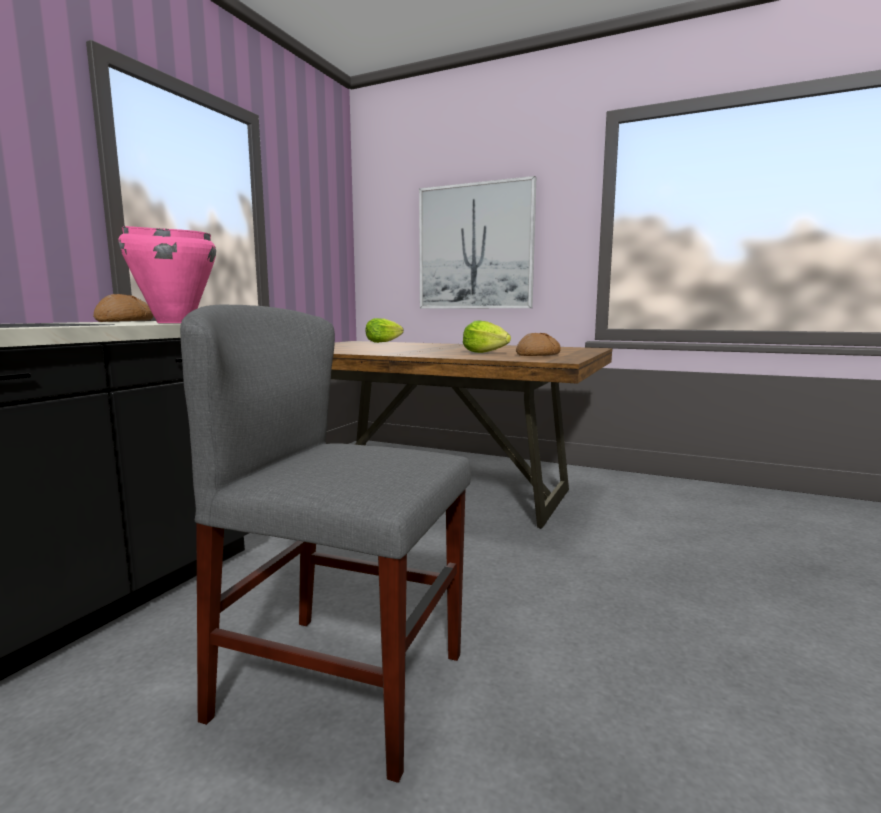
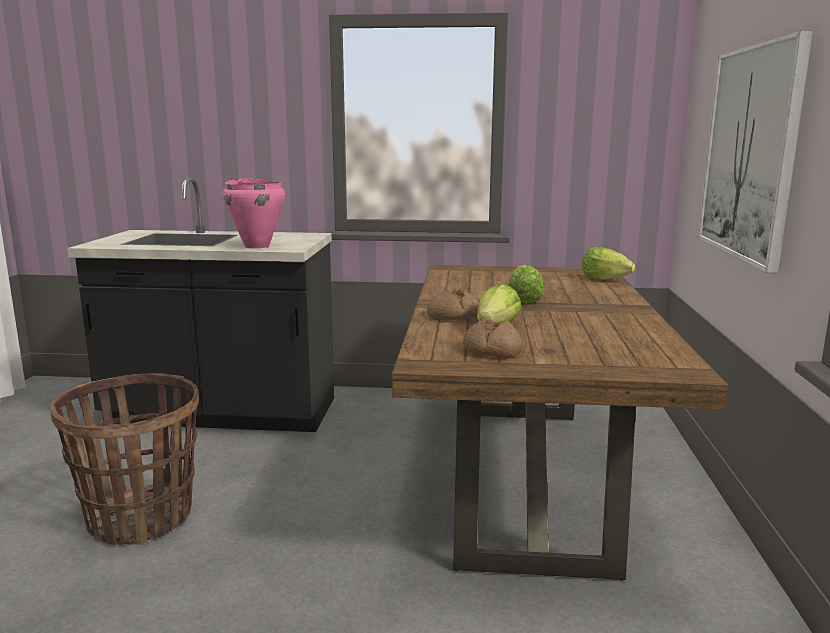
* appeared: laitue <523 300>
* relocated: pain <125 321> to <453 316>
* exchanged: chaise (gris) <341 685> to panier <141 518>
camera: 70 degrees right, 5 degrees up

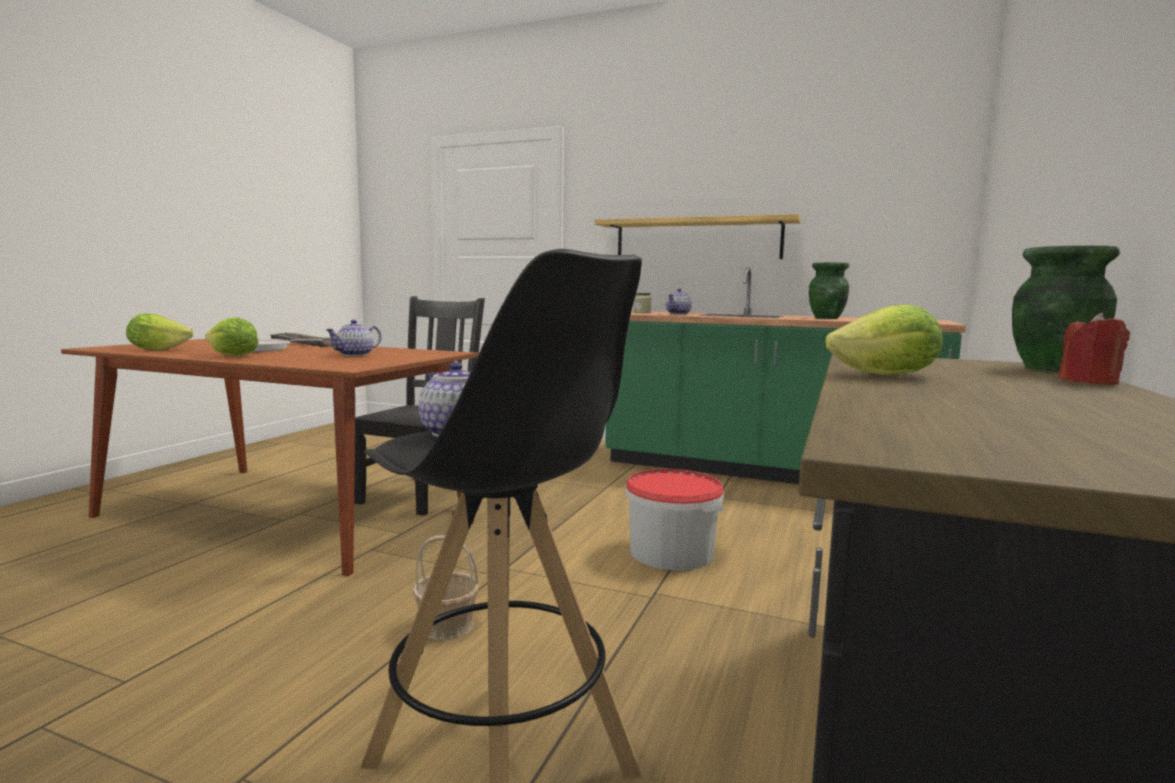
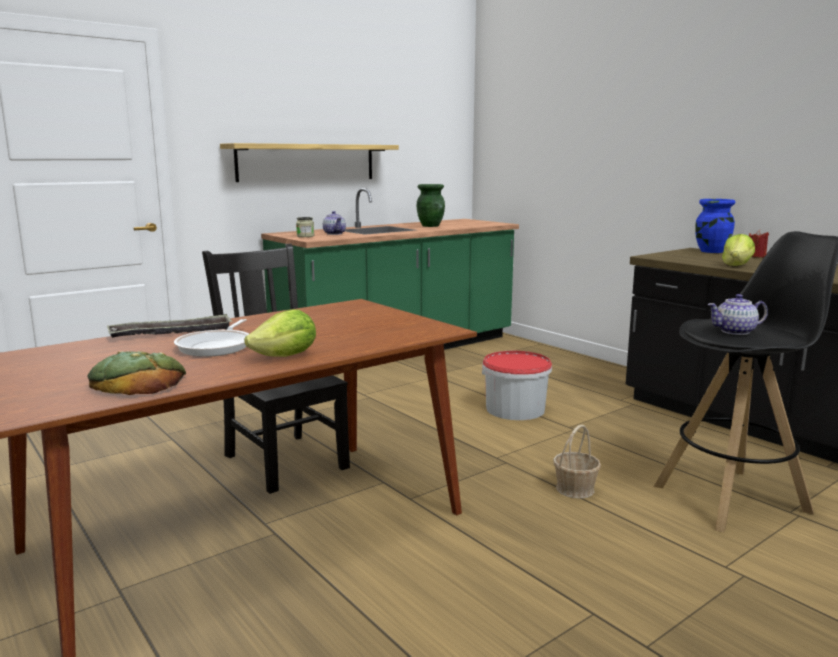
* missing: théière <355 354>
* exchanged: laitue <158 350> to pain <138 383>
* colour: vase (vert) <1052 369> to vase (bleu) <711 251>
camera: 60 degrees left, 5 degrees up

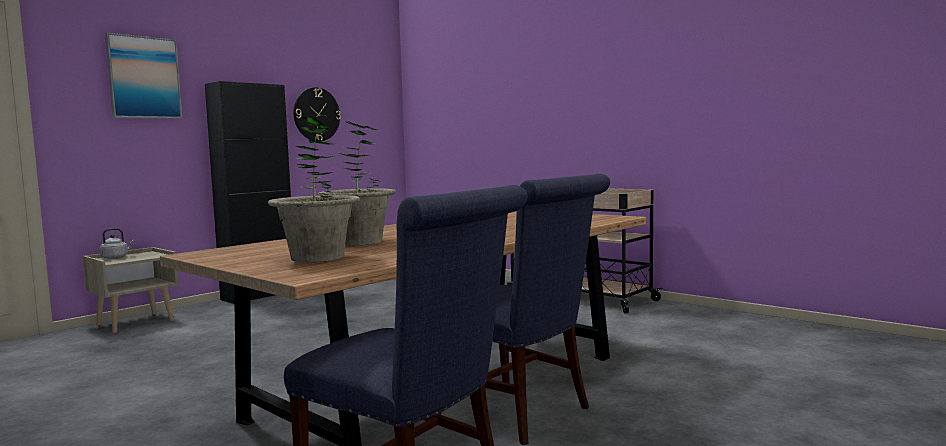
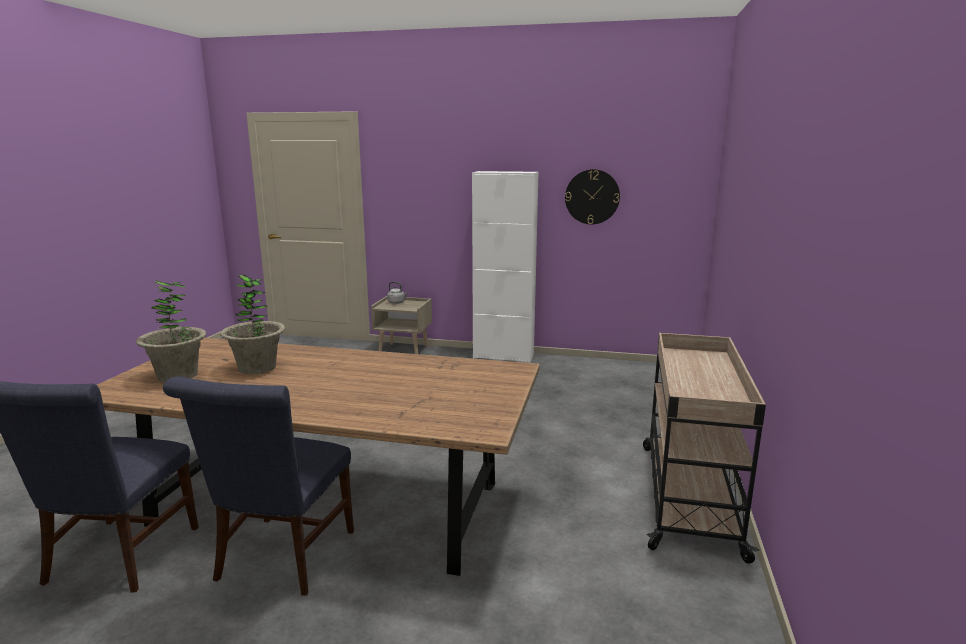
* missing: tableau <144 77>
* colour: meuble de rangement (noir) <259 295> to meuble de rangement (blanc) <503 356>
camera: 60 degrees right, 10 degrees up

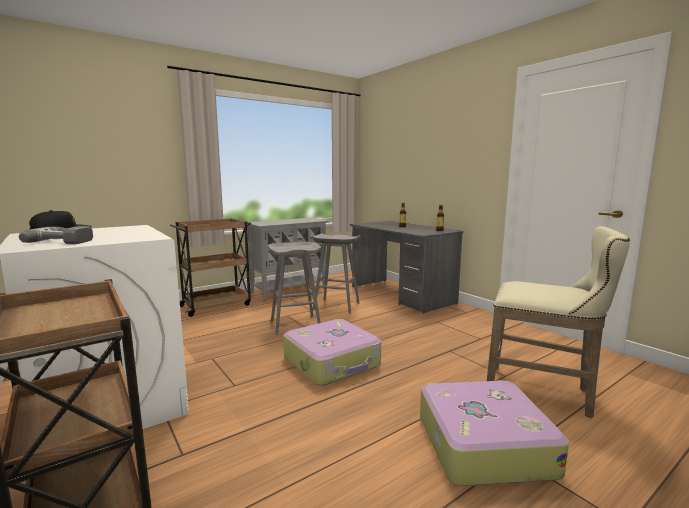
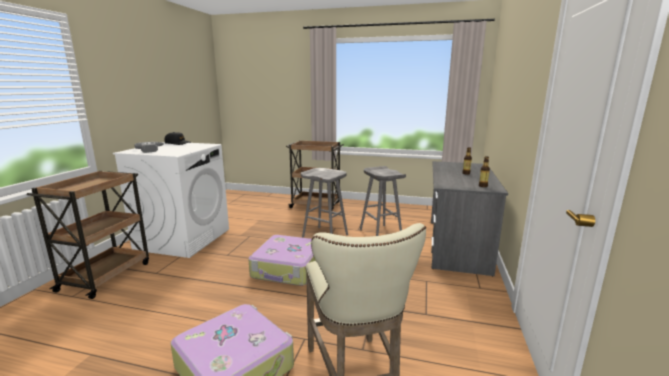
* missing: meuble de rangement (gris) <289 291>
camera: 50 degrees right, 5 degrees up

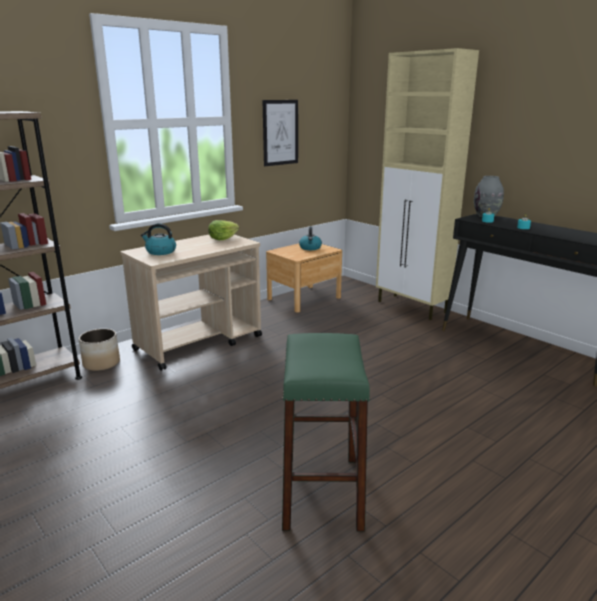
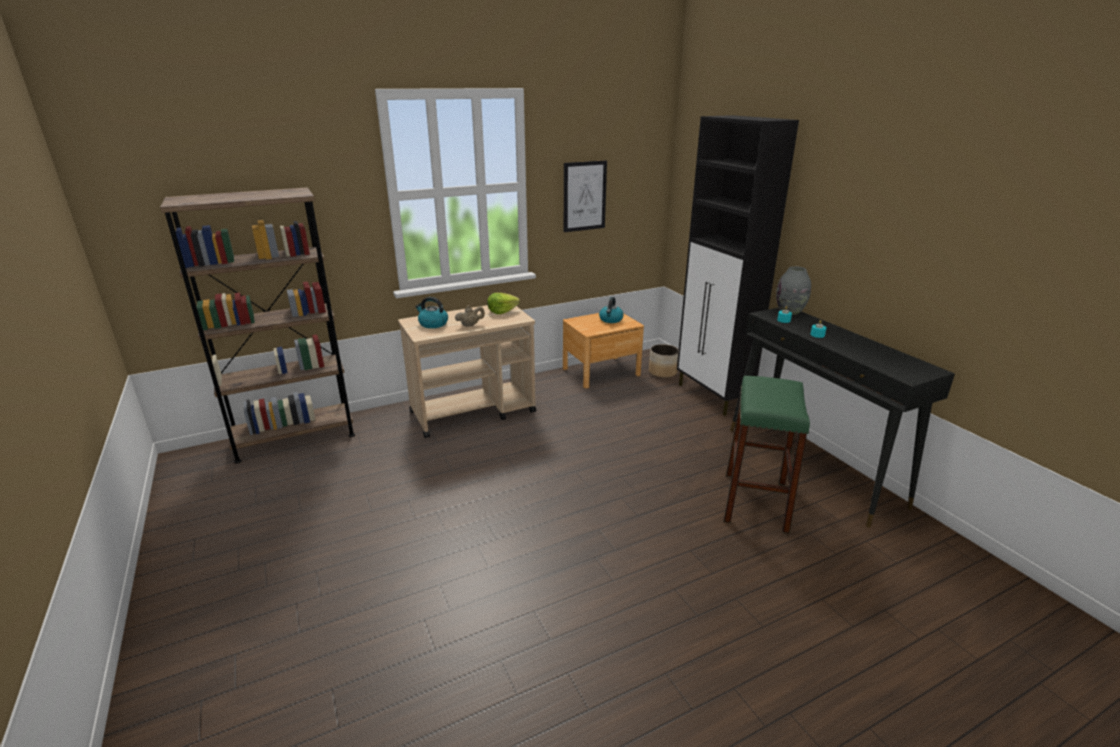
* appeared: théière (beige) <470 325>
* relocated: cache-pot <102 363> to <663 372>
* relocated: tabouret (vert) <321 491> to <755 501>
* colour: meuble de rangement (beige) <412 307> to meuble de rangement (noir) <713 397>
camera: 15 degrees right, 5 degrees up

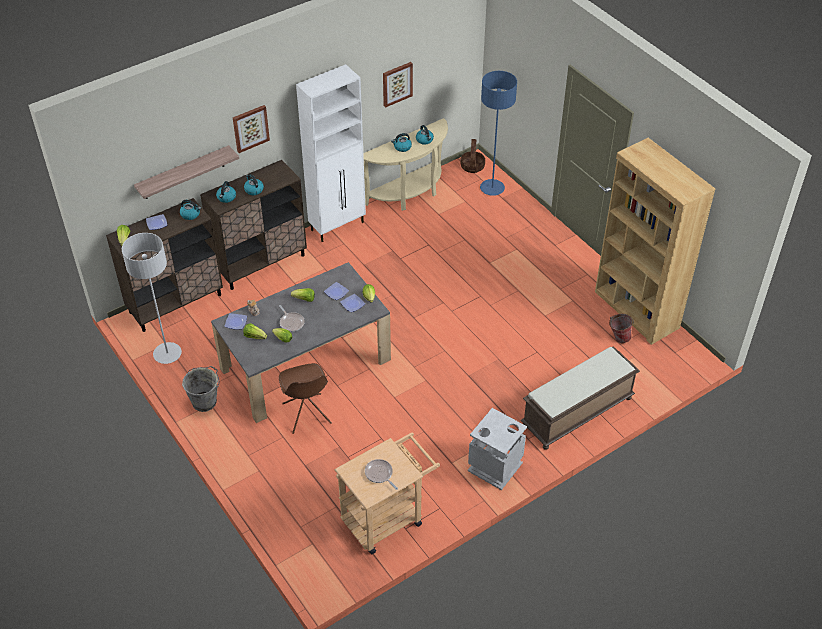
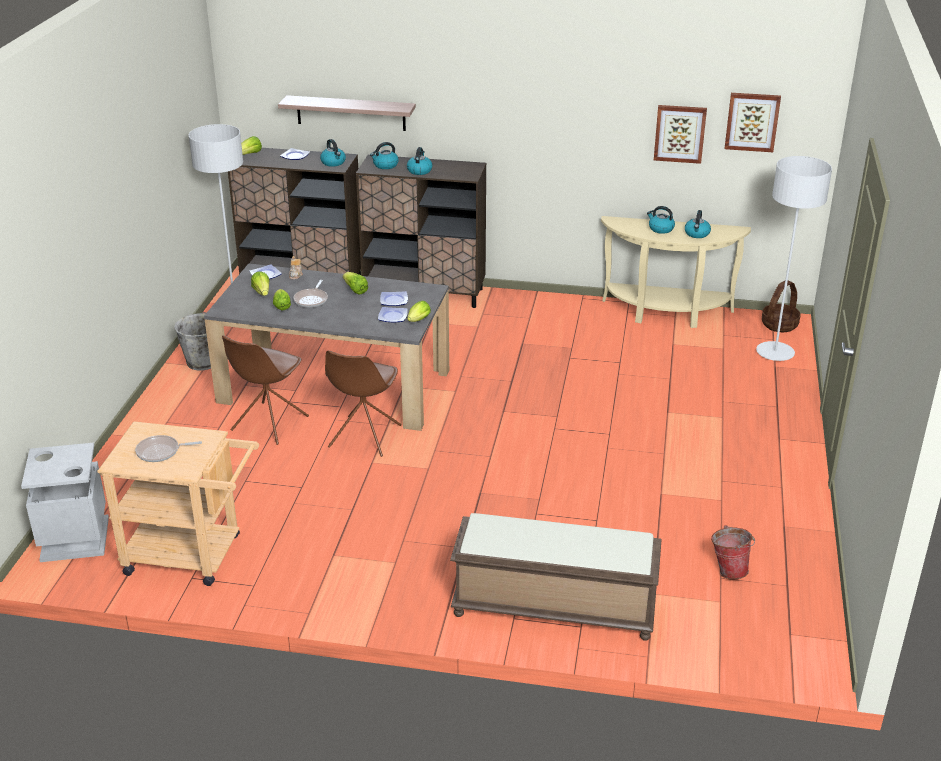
* missing: meuble de rangement (blanc) <338 226>
* missing: bibliothèque (marron) <636 310>
* appeared: chaise (marron) <364 437>
* relocated: tableau <250 128> to <752 121>
* relocated: poubelle (gris) <494 467> to <74 538>
* colour: lampadaire (bleu) <492 188> to lampadaire (gris) <775 353>
* spun: poêle <379 474> = <161 452> 105 degrees counterclockwise
camera: 45 degrees right, 15 degrees down

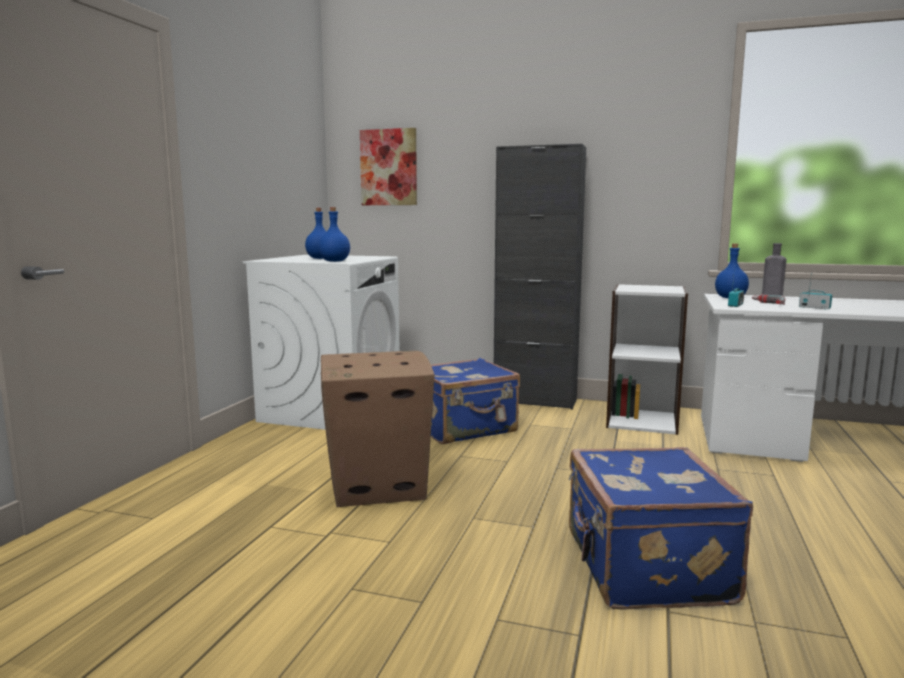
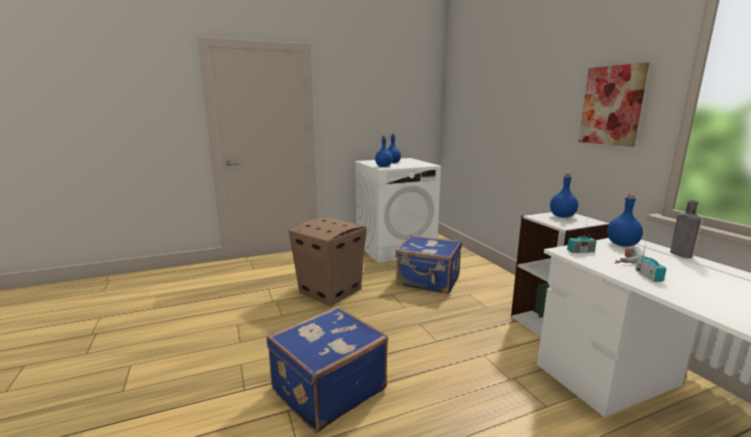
* missing: meuble de rangement (noir) <535 401>
* appeared: bouteille (bleu) <562 216>
* relocated: tableau <389 167> to <612 105>
camera: 50 degrees right, 5 degrees up

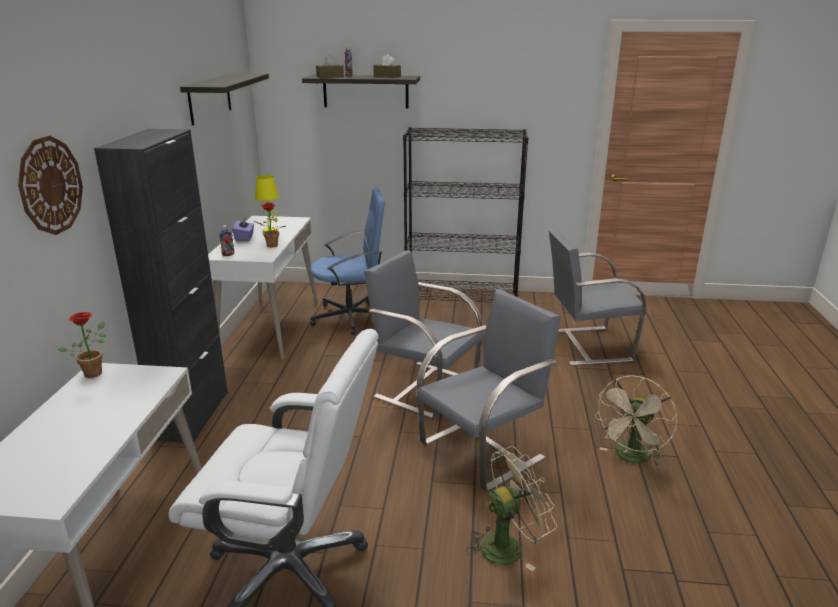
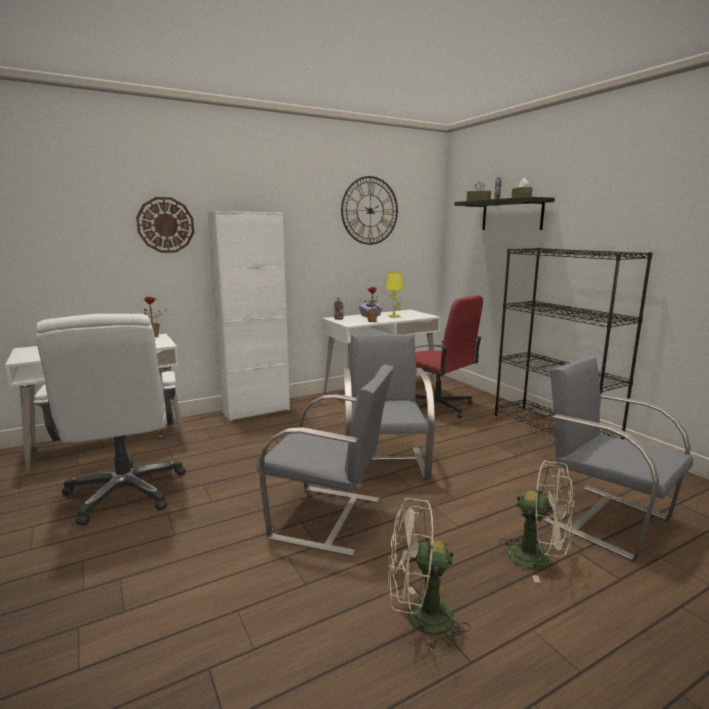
* relocated: ventilateur (beige) <508 545> to <538 559>
* exchanged: étagère <210 98> to horloge murale <370 210>
* colour: meuble de rangement (noir) <192 415> to meuble de rangement (blanc) <256 411>
* colour: chaise de bureau (bleu) <351 317> to chaise de bureau (rouge) <438 406>
camera: 55 degrees right, 10 degrees down

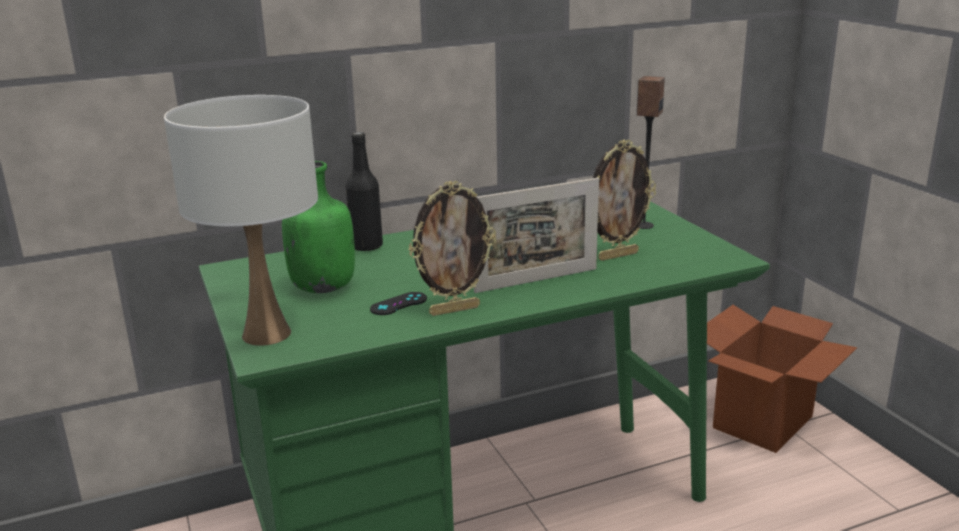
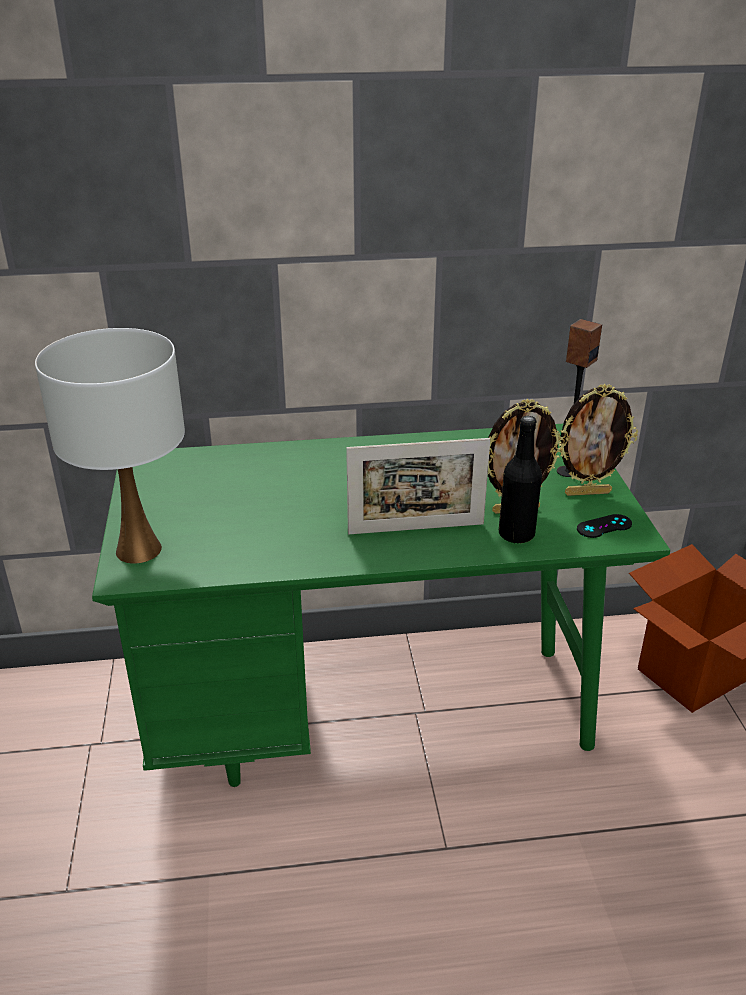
* missing: bouteille (vert) <324 287>
* relocated: bouteille (noir) <366 246> to <516 534>
* relocated: manette (noir) <398 304> to <604 526>
* relocated: cadre photo <454 310> to <587 492>
camera: 15 degrees right, 10 degrees up

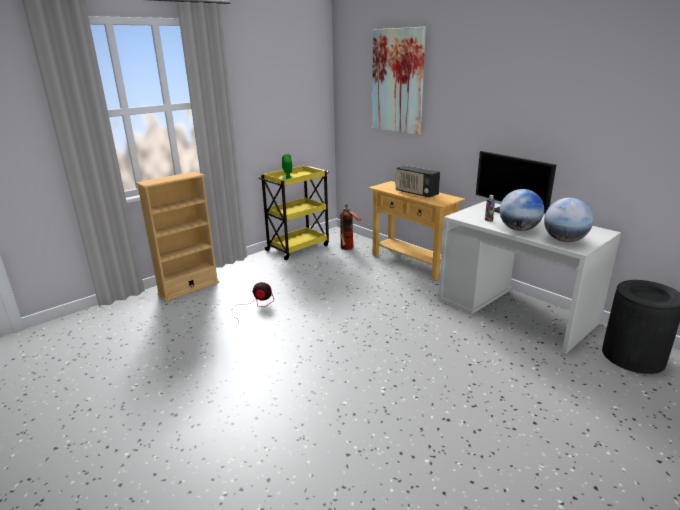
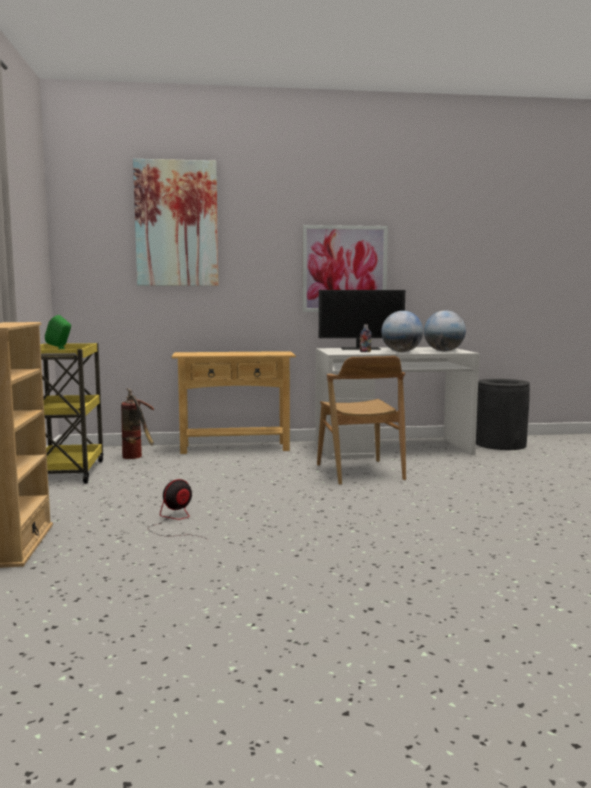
* missing: radio <416 193>
* appeared: tableau <344 269>
* appeared: chaise (marron) <359 472>
camera: 55 degrees left, 15 degrees down

